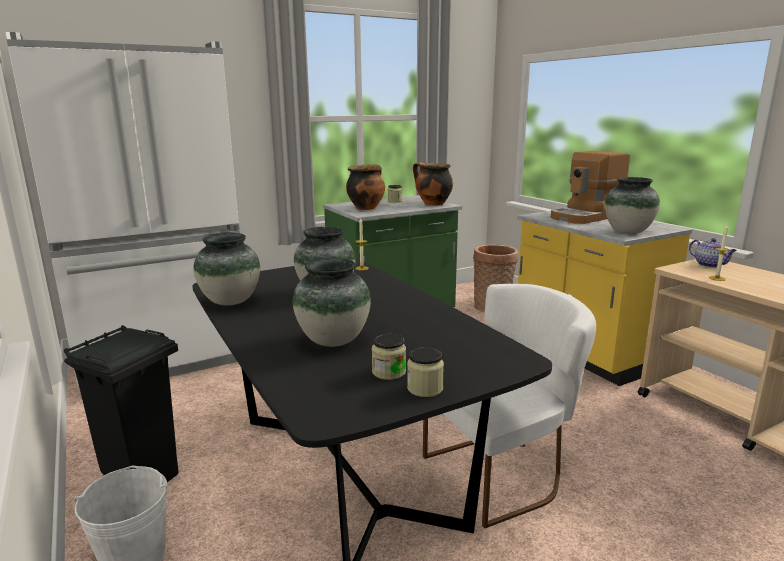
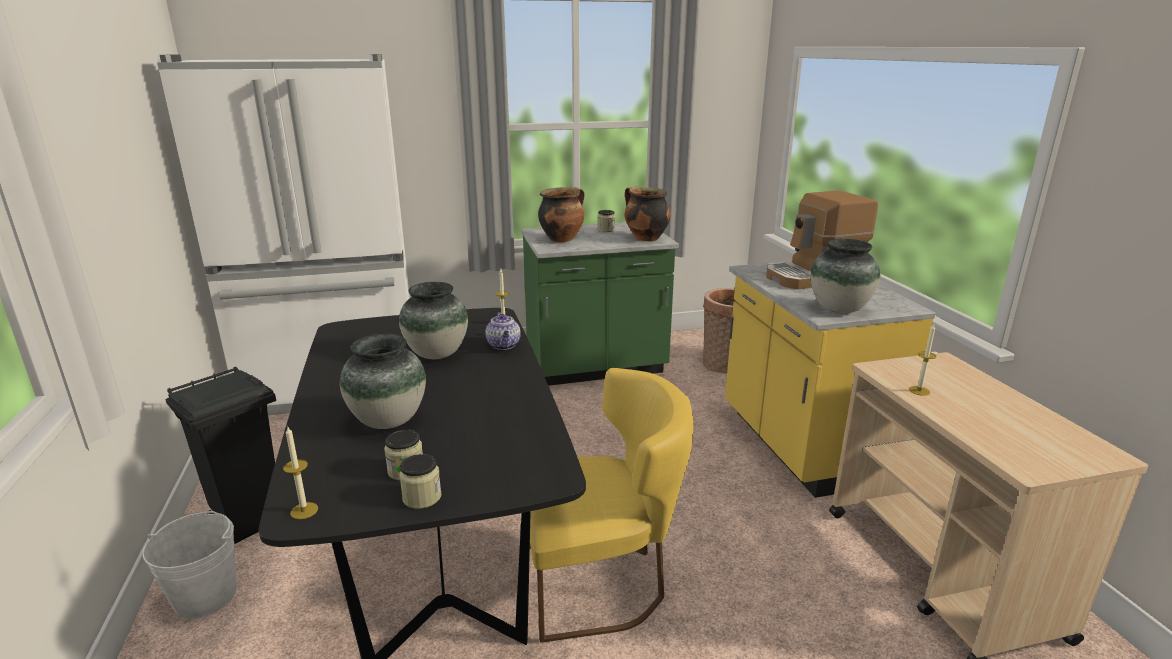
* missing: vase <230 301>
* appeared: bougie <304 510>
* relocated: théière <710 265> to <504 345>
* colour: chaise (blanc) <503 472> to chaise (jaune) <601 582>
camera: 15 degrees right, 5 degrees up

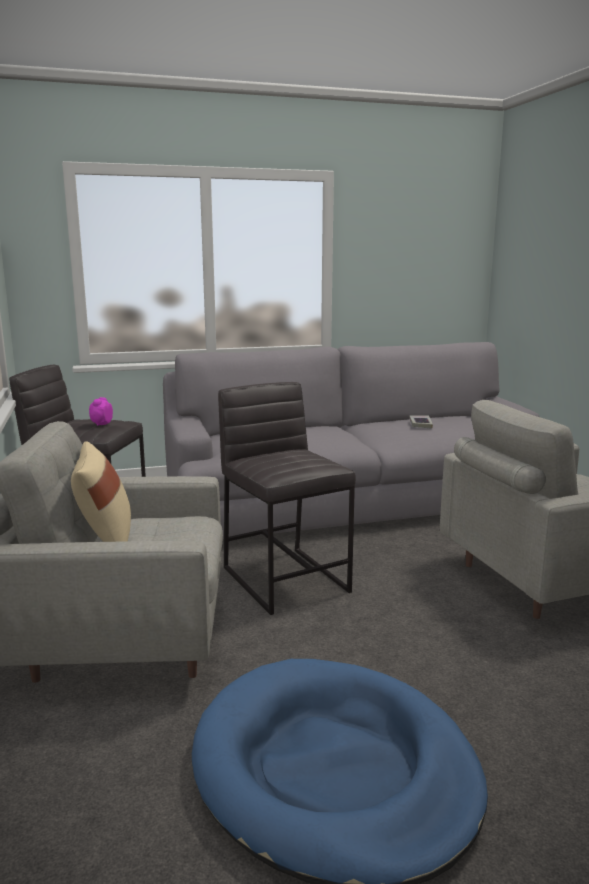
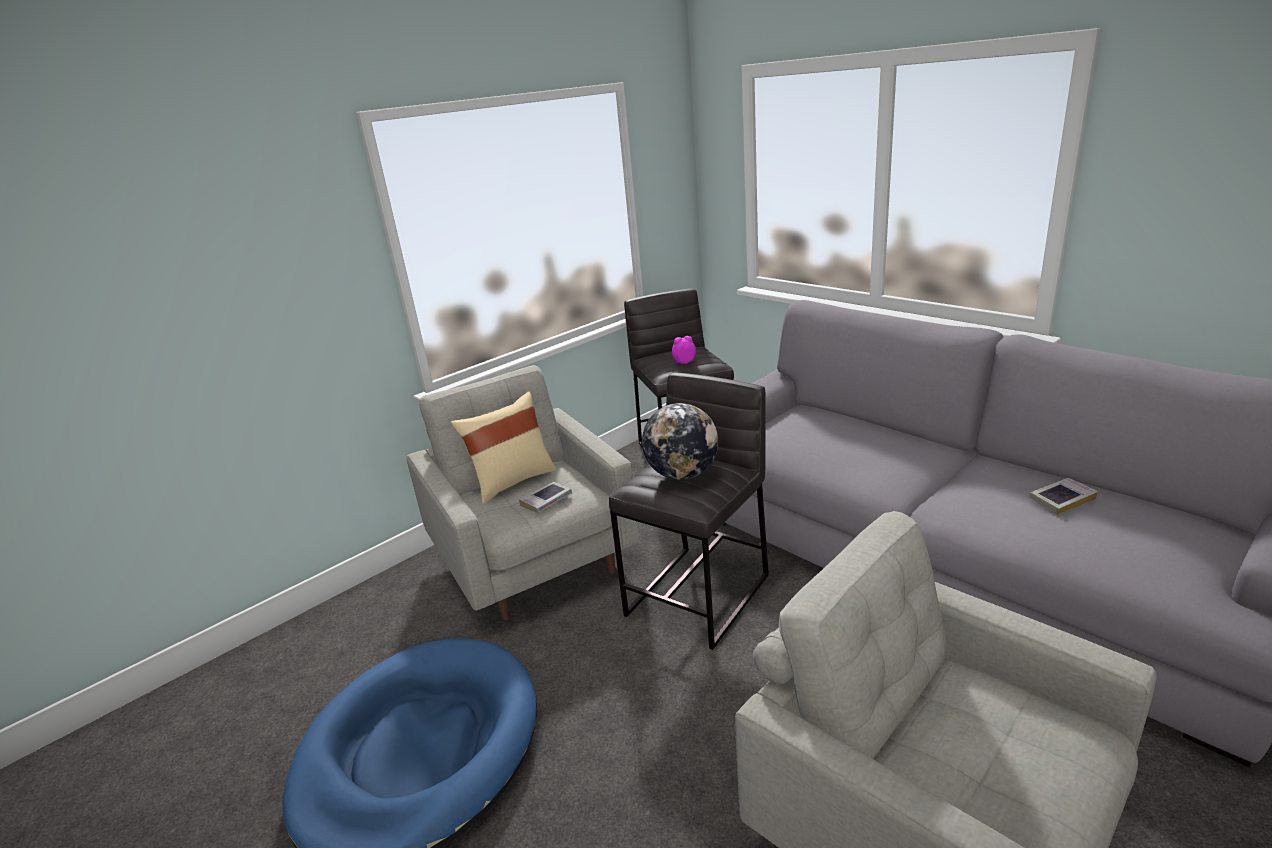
* appeared: livre <546 500>
* appeared: globe <682 474>
camera: 65 degrees right, 10 degrees up

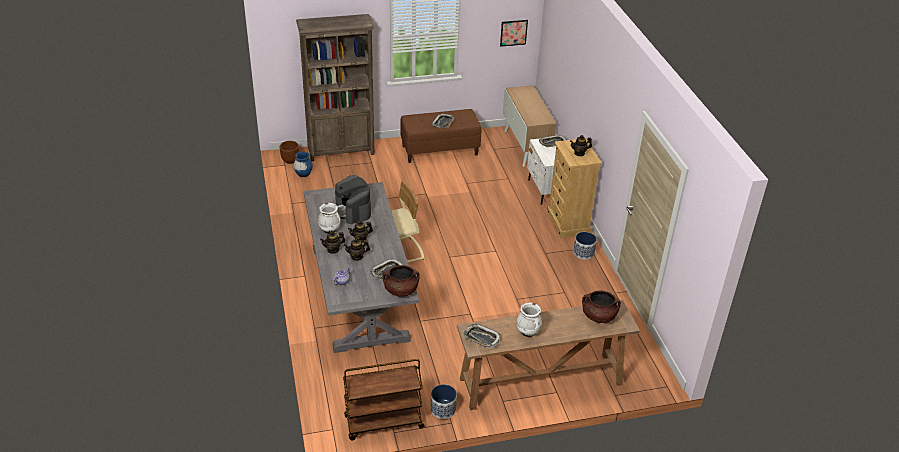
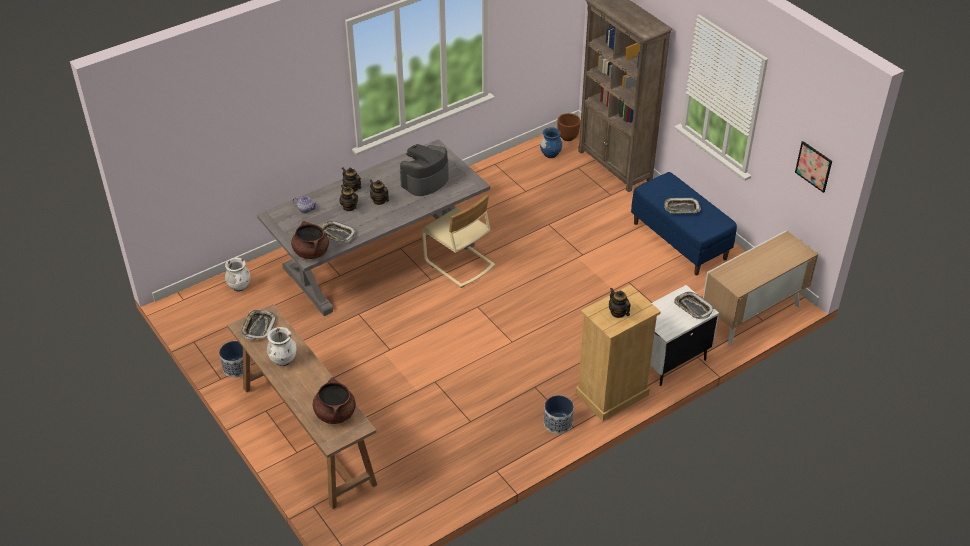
* missing: chariot (marron) <383 423>
* relocated: vase (blanc) <329 230> to <239 286>
* colour: banc (marron) <440 150> to banc (bleu) <680 241>
camera: 70 degrees right, 5 degrees up

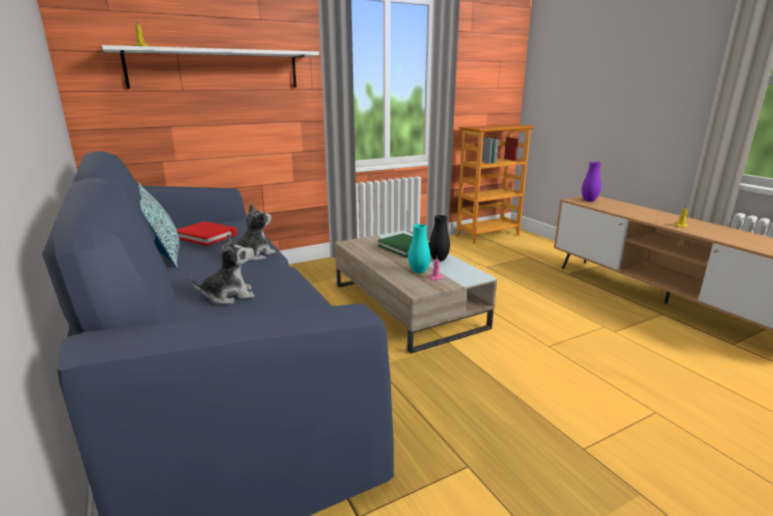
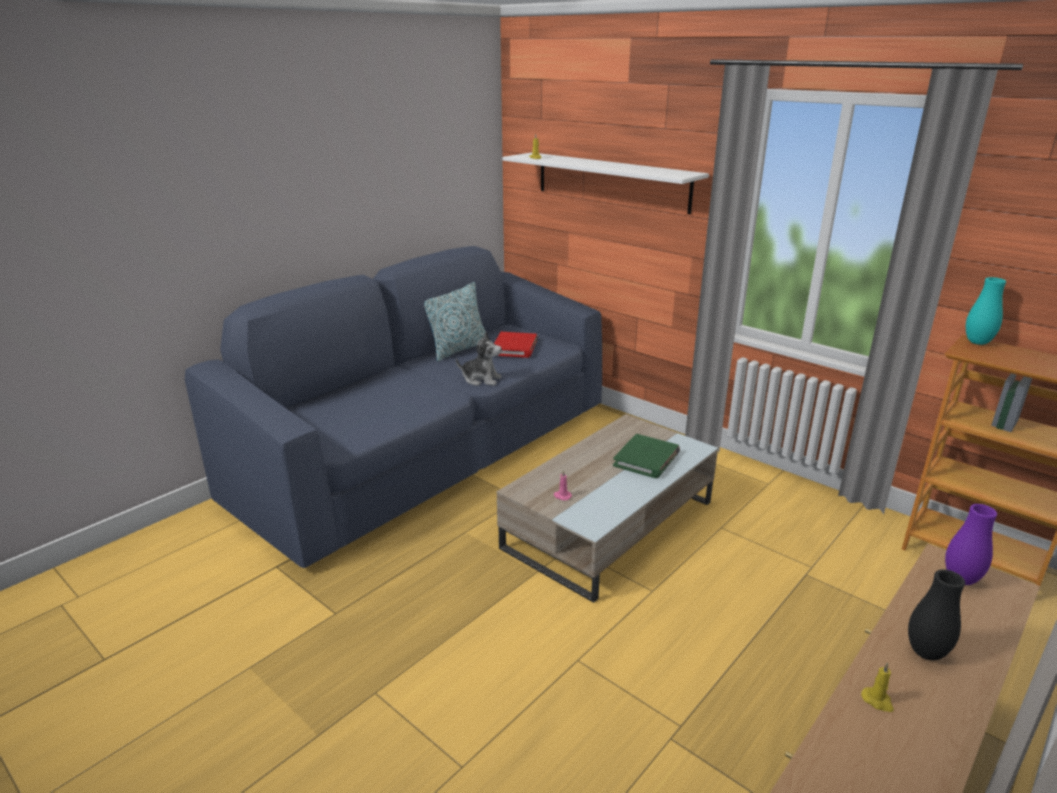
* missing: peluche <229 296>
* relocated: vase (turquoise) <418 271> to <977 342>
* relocated: vase (noir) <438 260> to <926 653>
camera: 70 degrees right, 5 degrees up

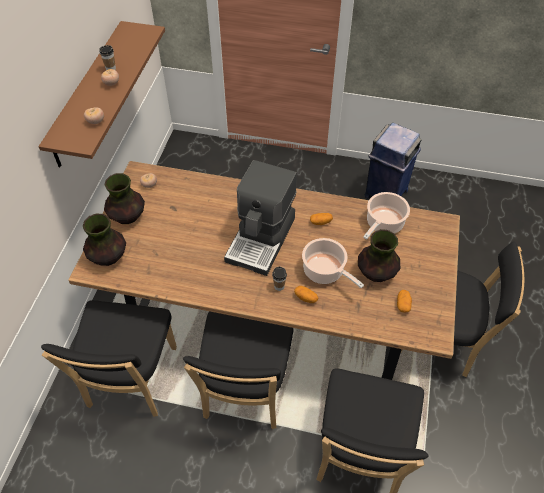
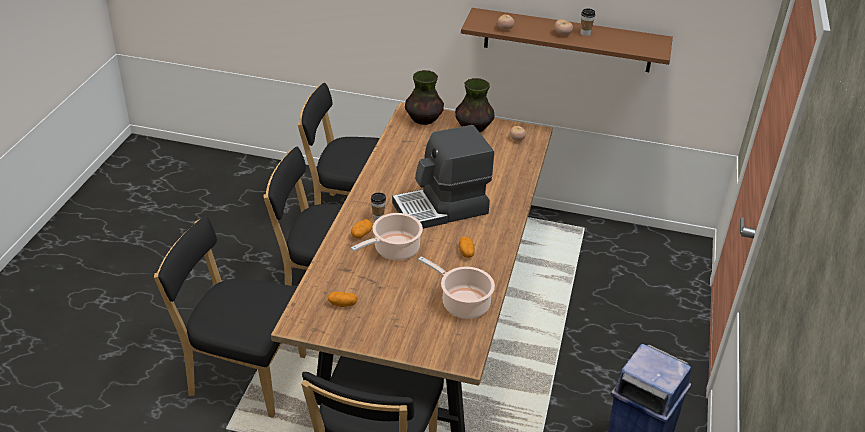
* missing: vase <376 273>
* spun: machine à café <262 239> = <441 209> 45 degrees counterclockwise
camera: 90 degrees right, 15 degrees down

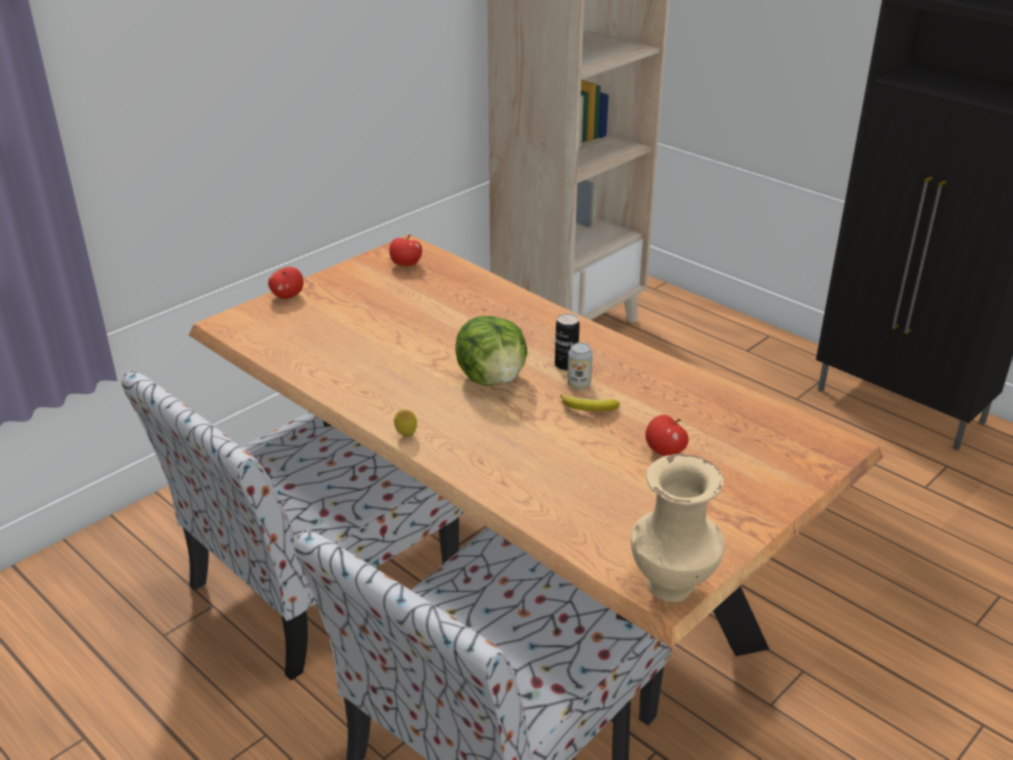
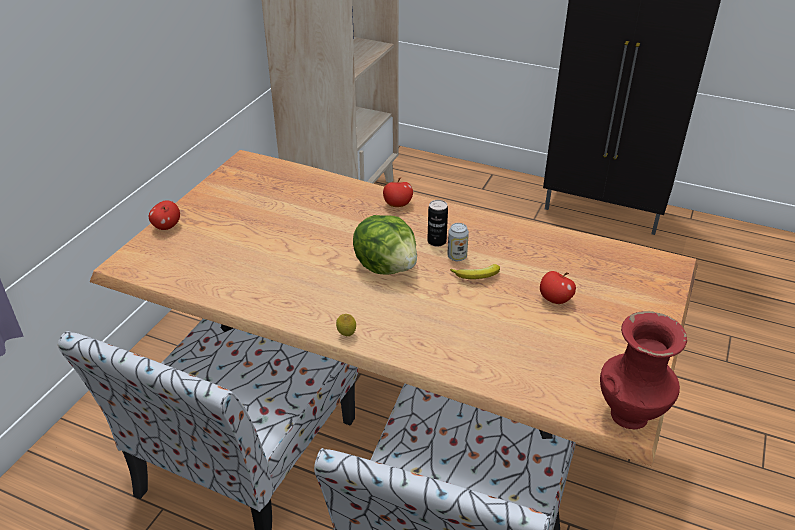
* relocated: pomme <406 265> to <397 205>
* colour: vase (beige) <673 586> to vase (rouge) <630 414>
camera: 20 degrees left, 5 degrees up

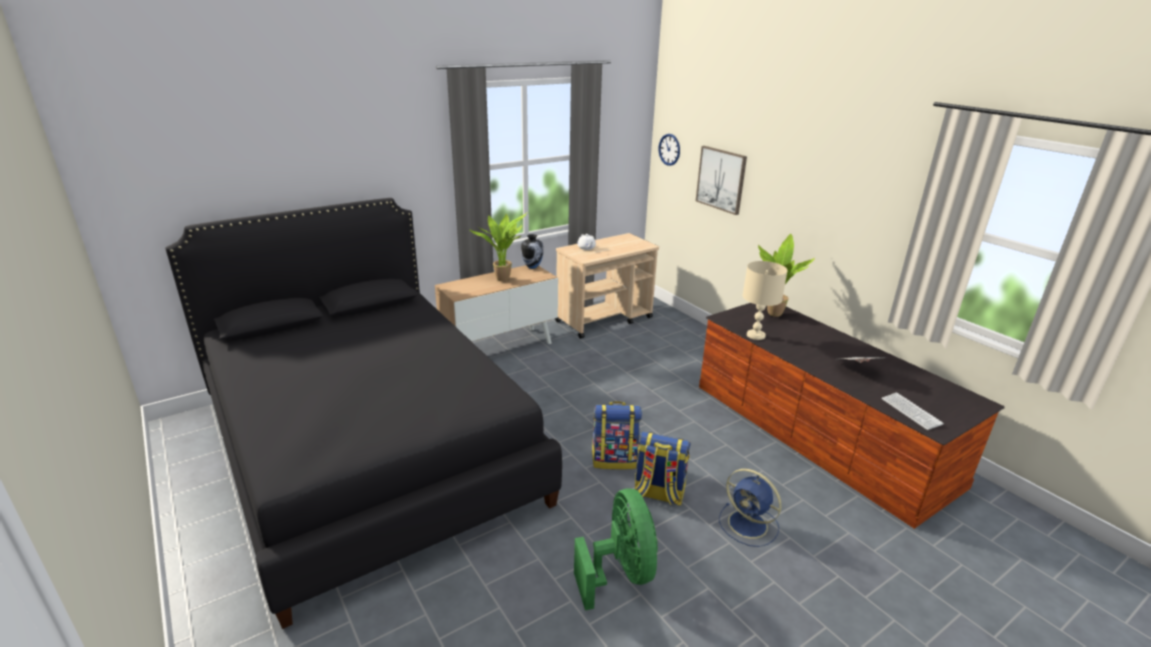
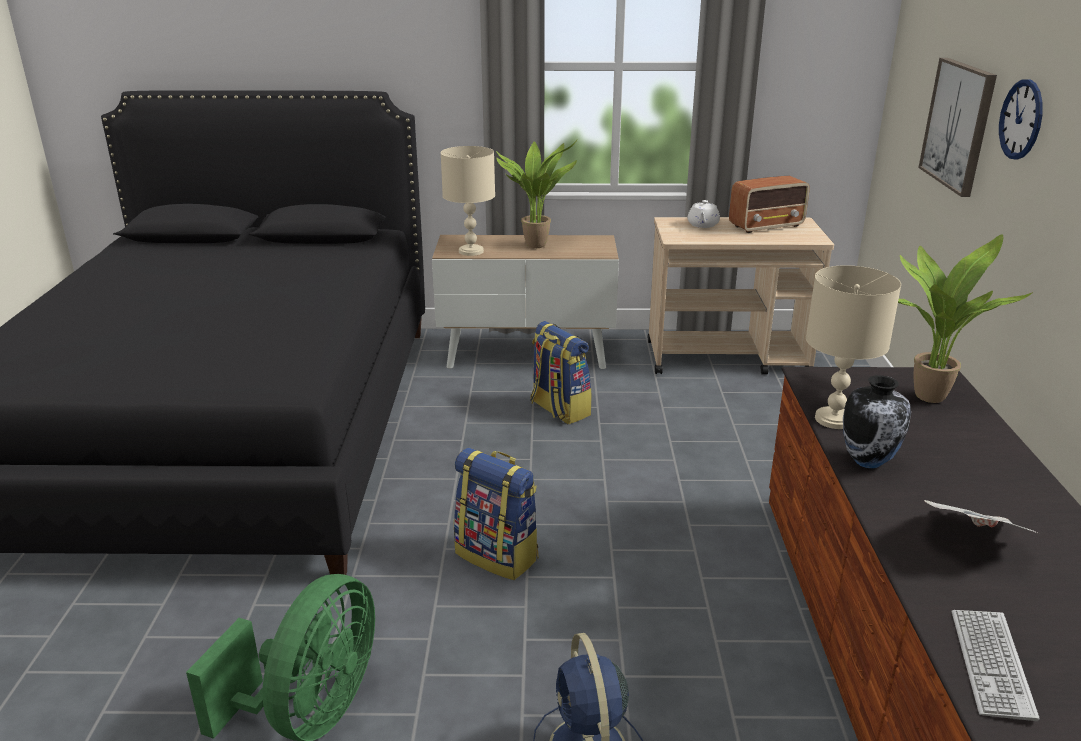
* appeared: lampe de table (beige) <470 251>
* appeared: radio <767 226>
* relocated: vase <532 266> to <868 461>
* relocated: sac à dos <658 494> to <558 409>
* relocated: horloge murale <669 149> to <1021 119>
camera: 35 degrees right, 0 degrees up

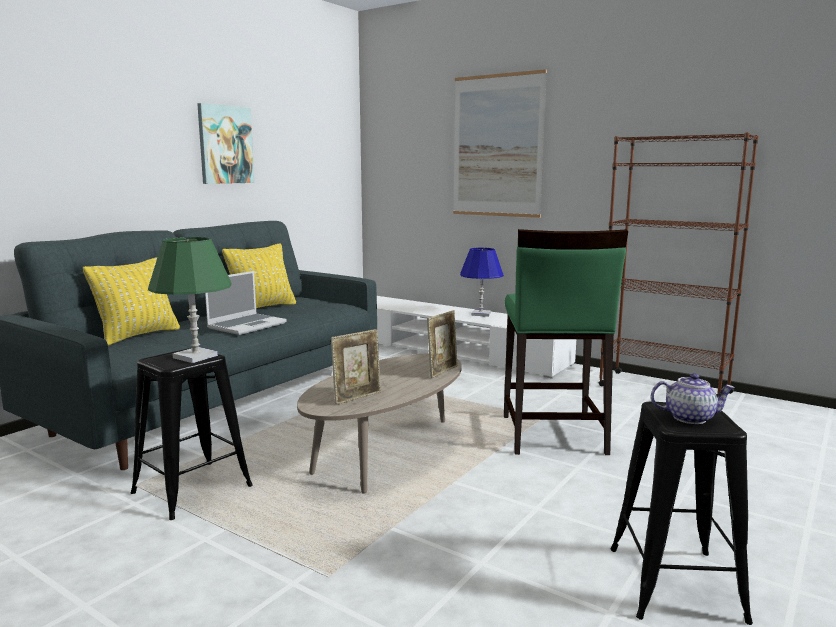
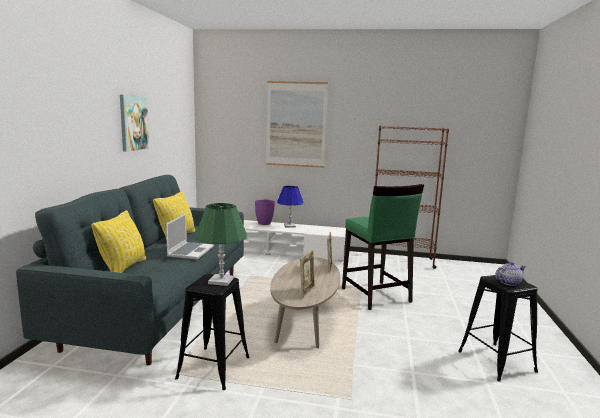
* appeared: vase (violet) <264 223>
camera: 25 degrees left, 0 degrees up

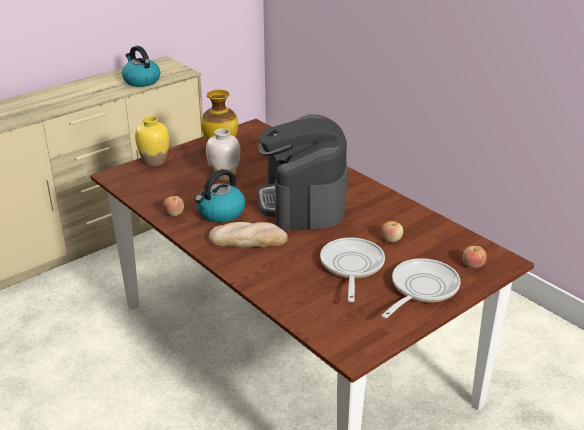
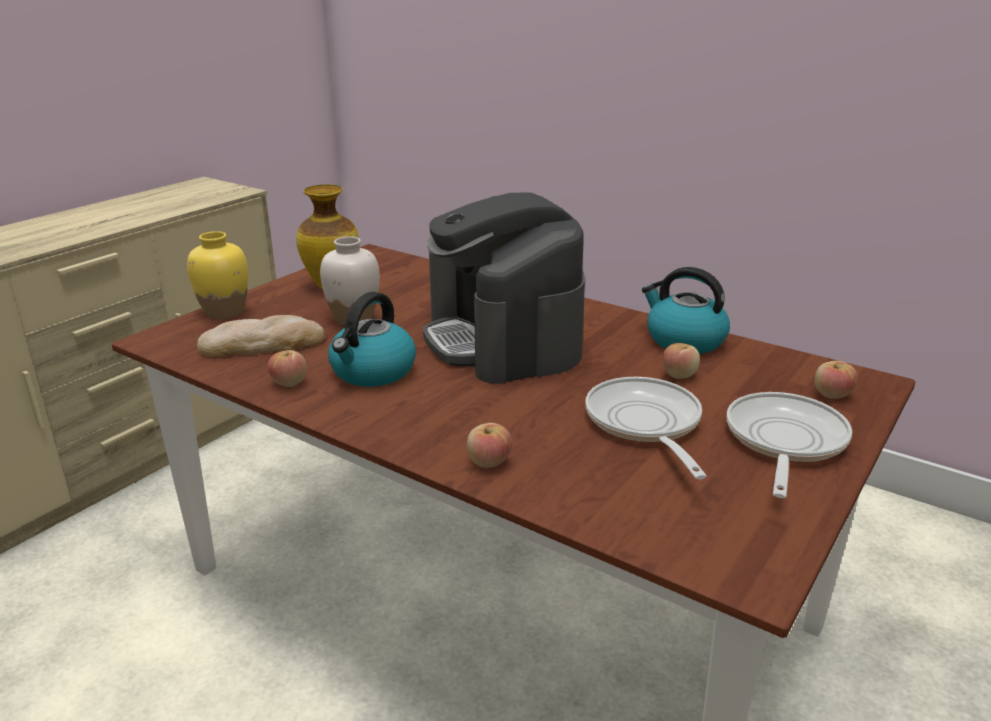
* appeared: pomme <488 462>
* relocated: bouilloire <141 81> to <684 340>
* relocated: pain <248 239> to <262 344>
camera: 15 degrees left, 5 degrees down

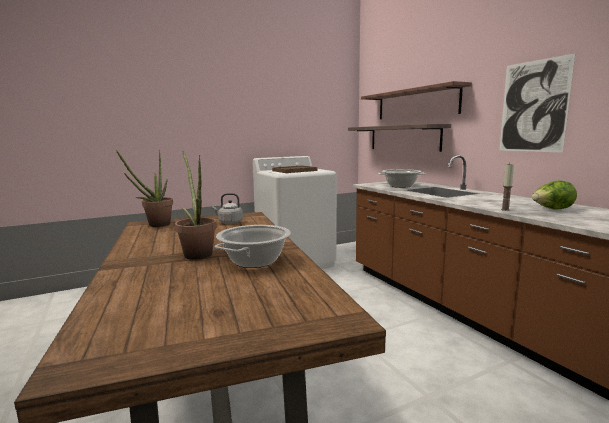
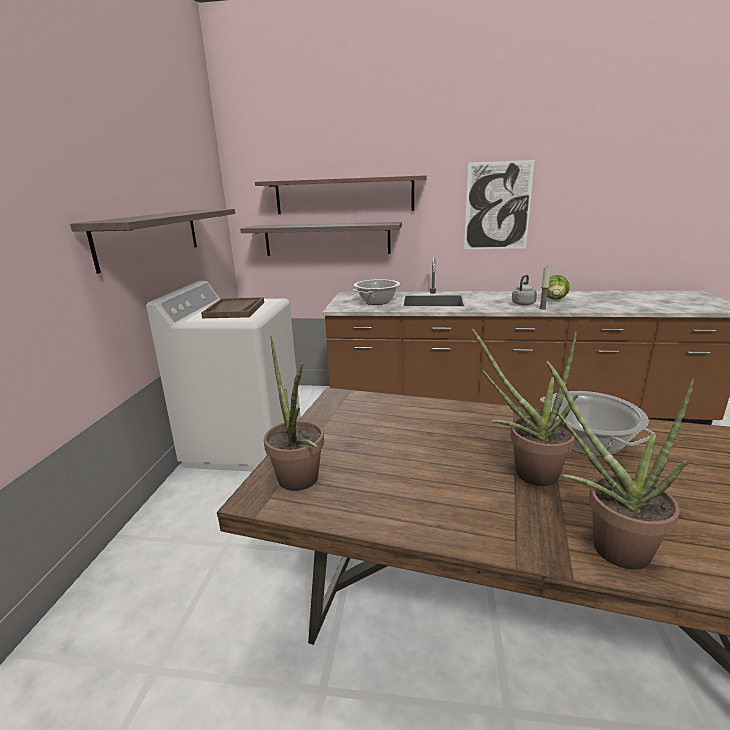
* appeared: étagère <150 236>
* appeared: plante en pot <607 546>
* relocated: bouilloire (gris) <229 222> to <522 304>
camera: 55 degrees left, 10 degrees up

